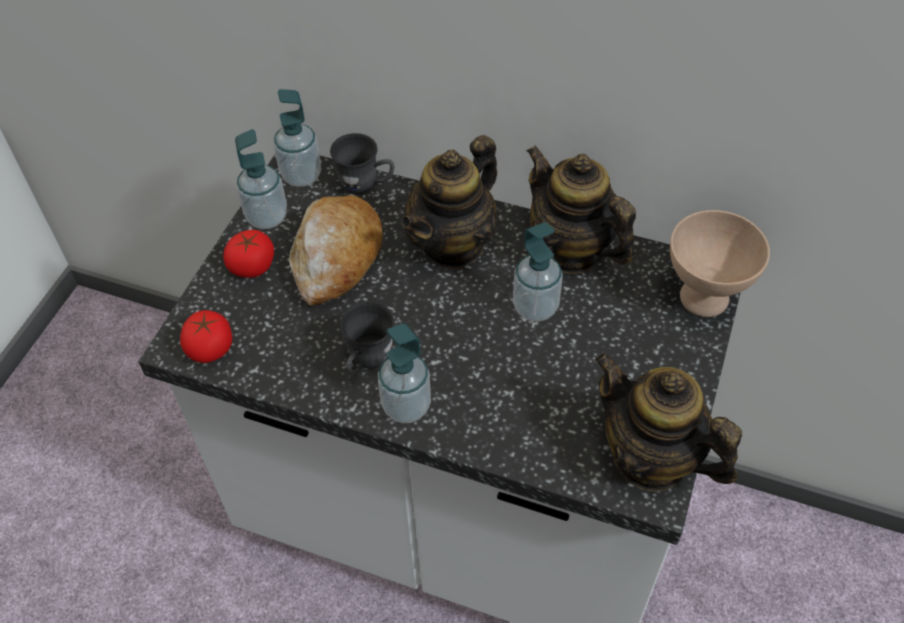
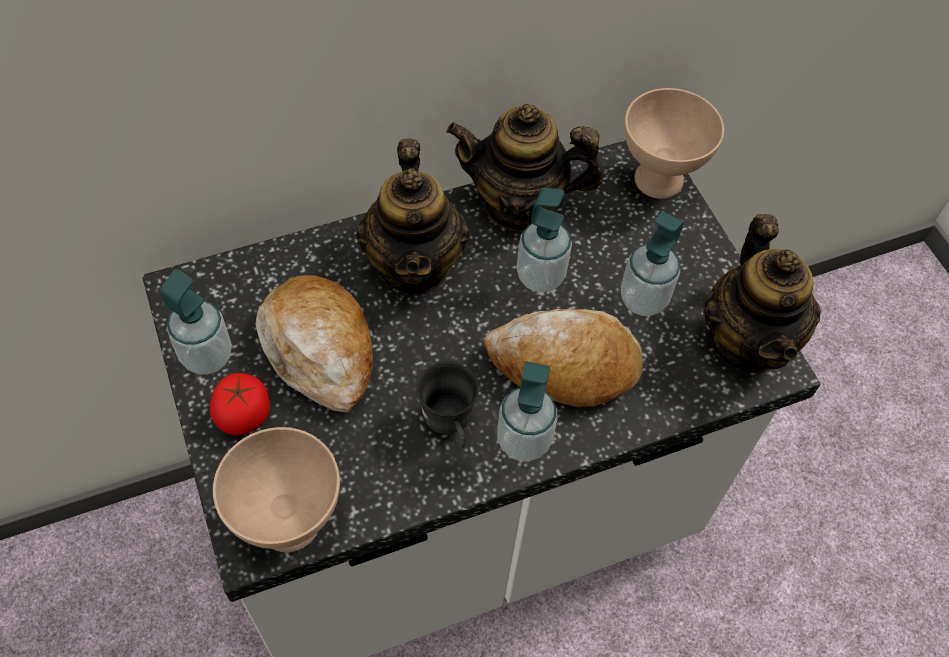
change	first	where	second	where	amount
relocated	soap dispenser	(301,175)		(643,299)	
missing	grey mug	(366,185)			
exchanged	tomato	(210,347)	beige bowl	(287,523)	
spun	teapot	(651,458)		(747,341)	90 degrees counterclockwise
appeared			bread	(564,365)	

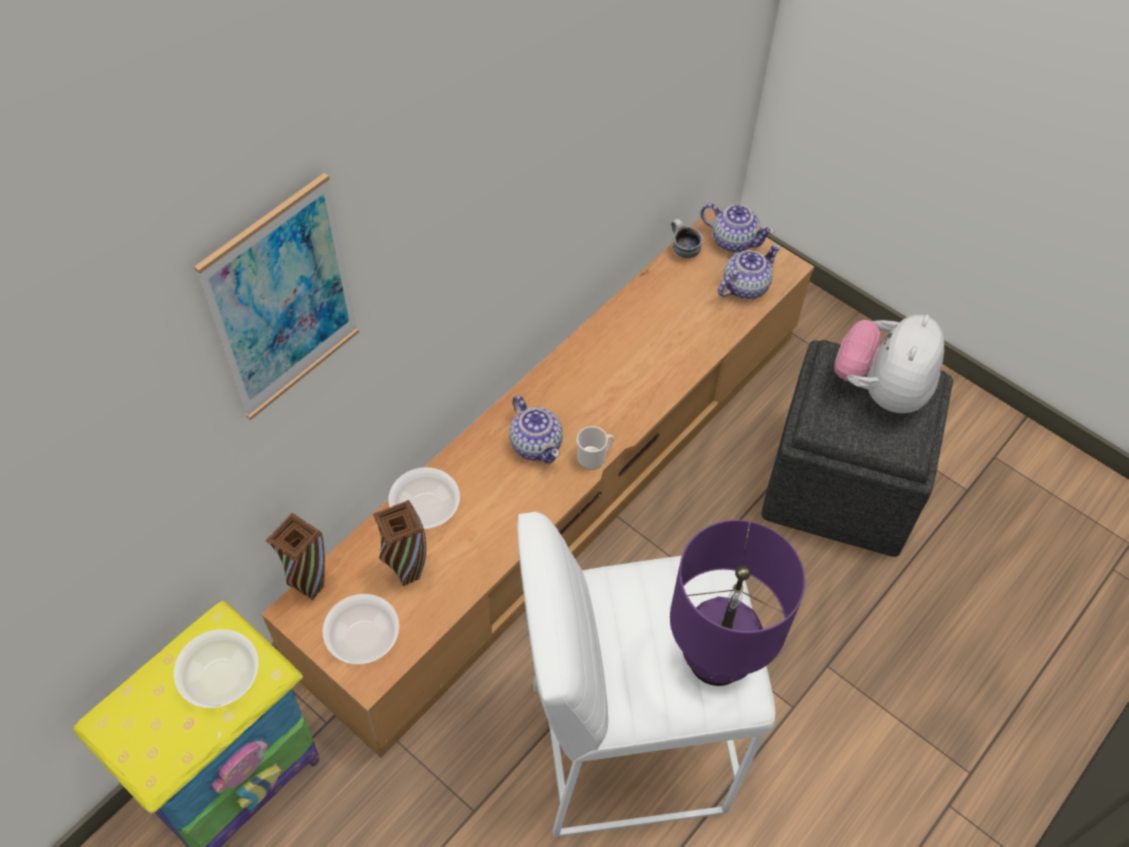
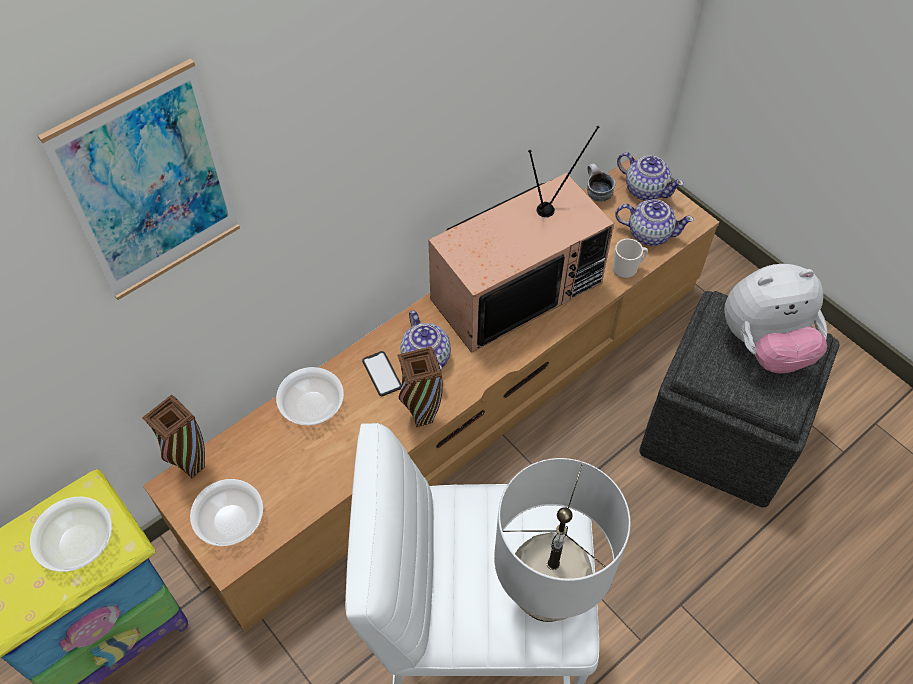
change	first	where	second	where	amount
spun	teapot	(744,286)		(649,233)	45 degrees clockwise
spun	plush toy	(880,390)		(765,345)	135 degrees counterclockwise
relocated	mug	(594,457)		(627,268)	
relocated	brown vase	(407,575)		(422,418)	
colour	purple table lamp	(716,659)	white table lamp	(546,594)	
appeared			television	(516,288)	
appeared			phone	(382,374)	

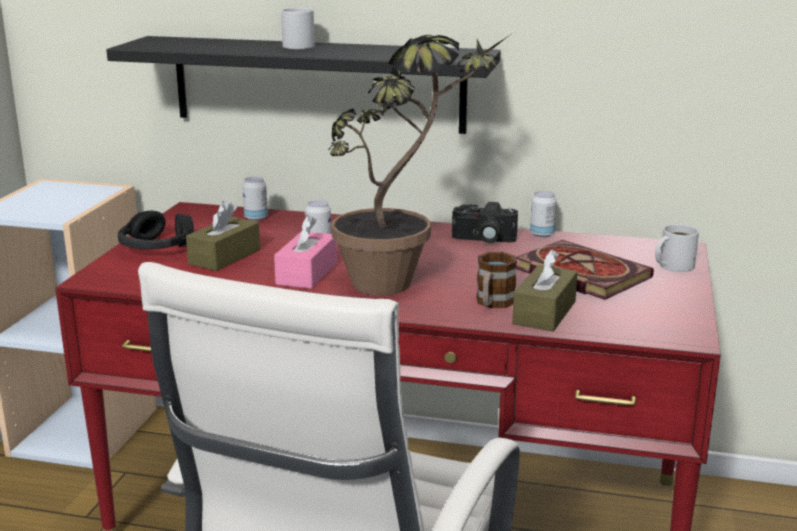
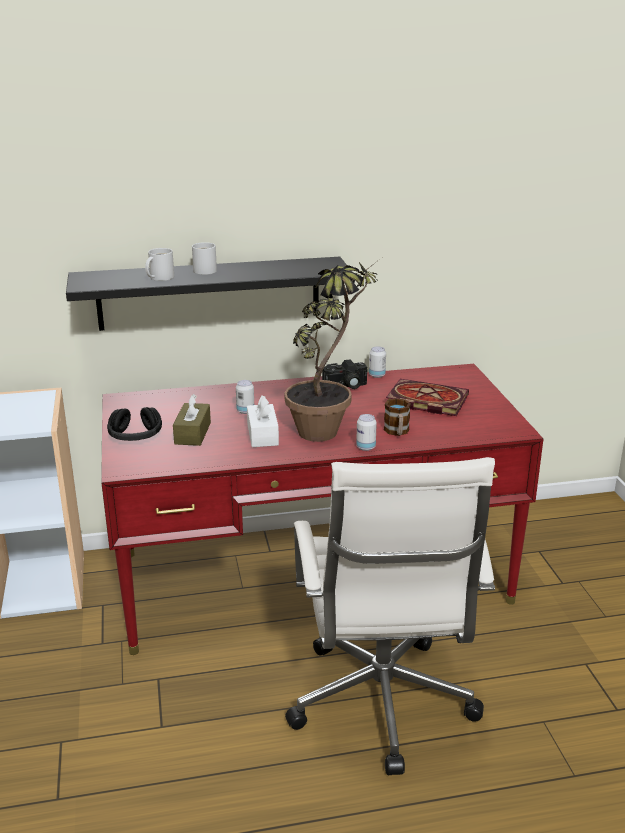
change	first	where	second	where	amount
relocated	can	(256,218)		(365,447)	
colour	pink tissue box	(307,273)	white tissue box	(262,435)	
relocated	white mug	(673,266)		(159,277)	
missing	brown tissue box	(544,313)			

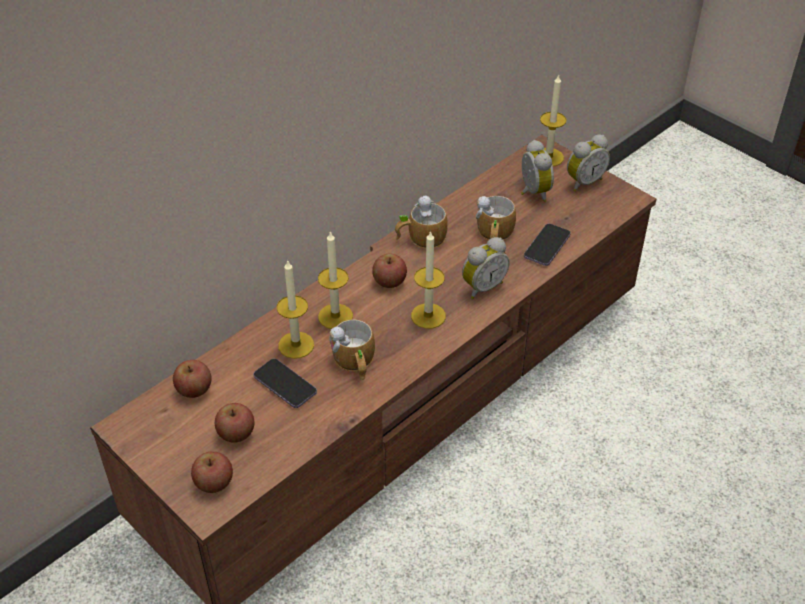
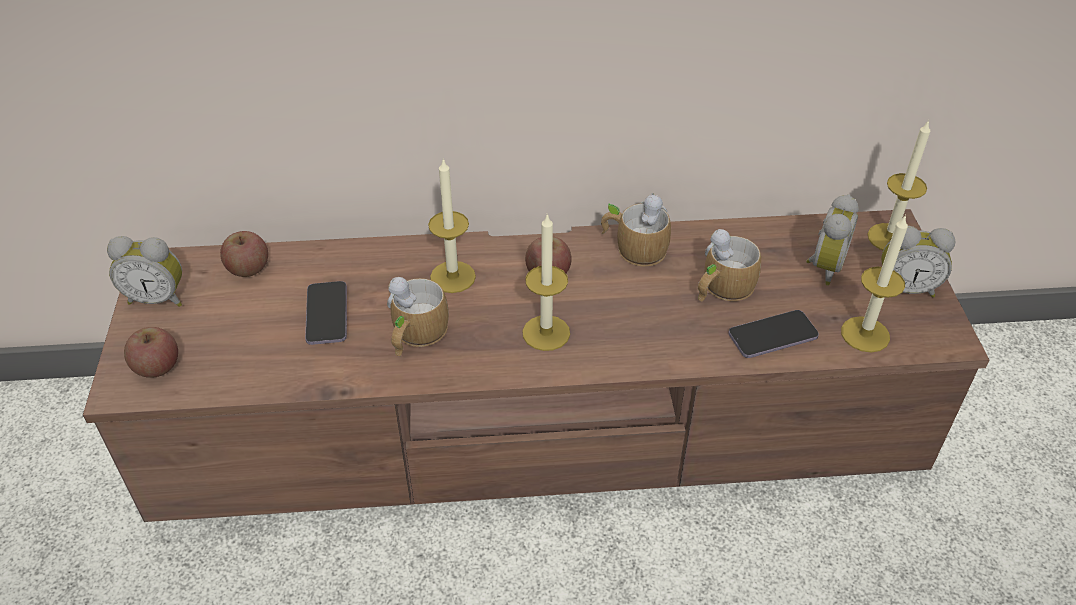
change	first	where	second	where	amount
relocated	alarm clock	(482,287)		(158,298)	
relocated	candle	(296,345)		(865,334)	
missing	apple	(236,433)			

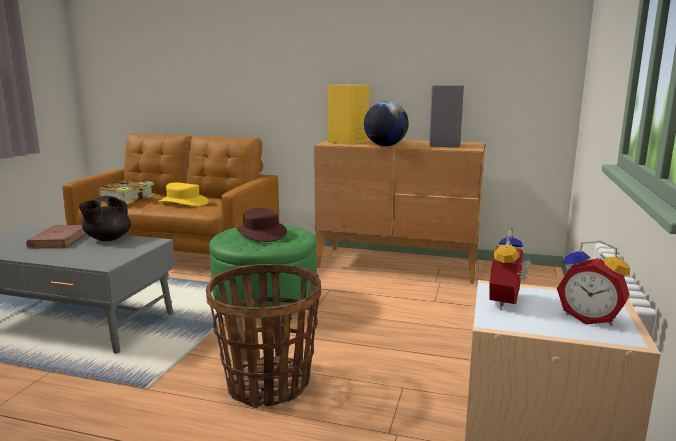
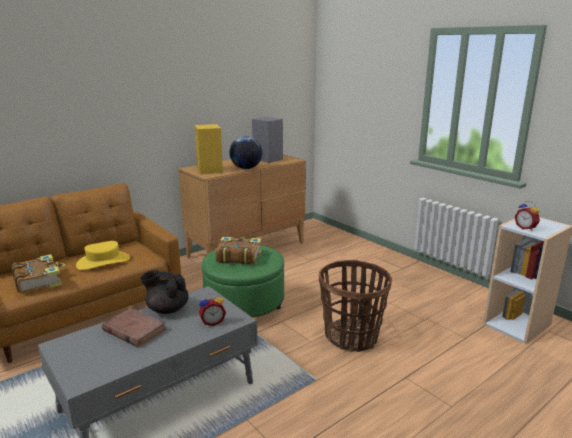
change	first	where	second	where	amount
spun	black teapot	(107,239)		(167,309)	135 degrees clockwise
exchanged	brown hat	(261,233)	book	(238,257)	
relocated	alarm clock	(589,318)		(212,322)	

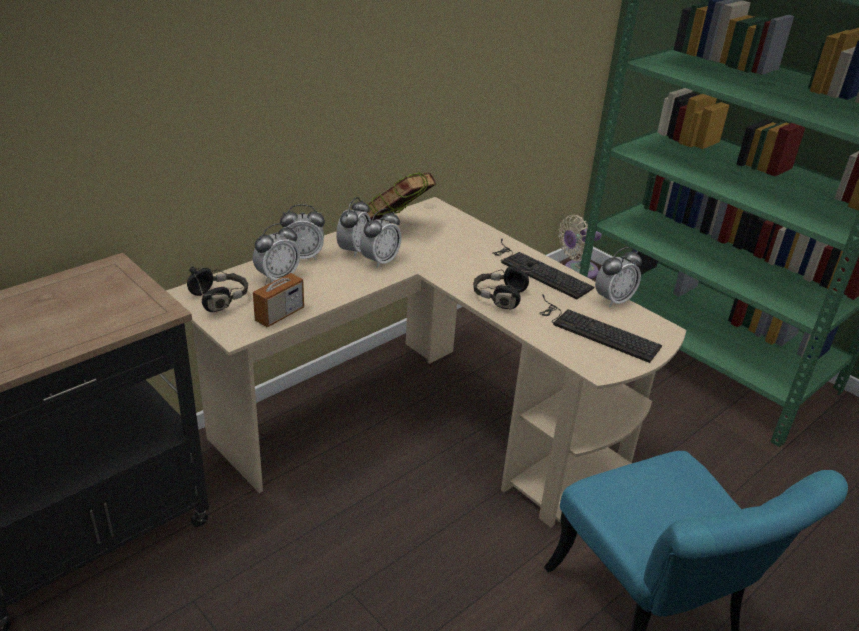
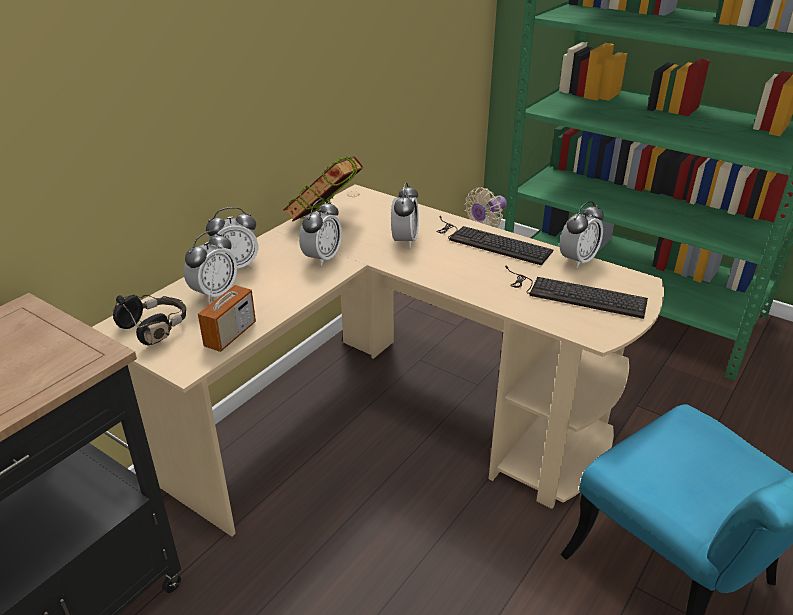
change	first	where	second	where	amount
relocated	alarm clock	(354,250)		(405,241)	
missing	black headphones	(499,297)			

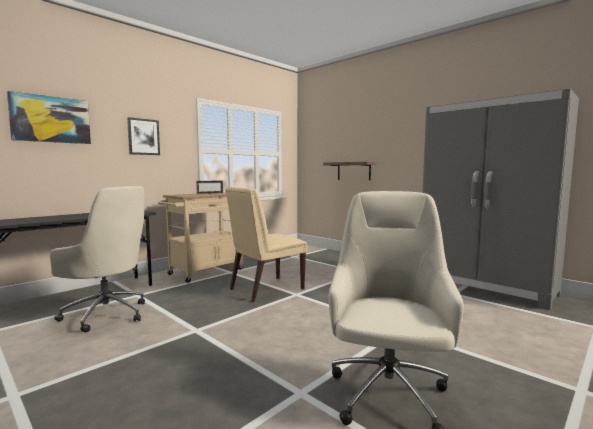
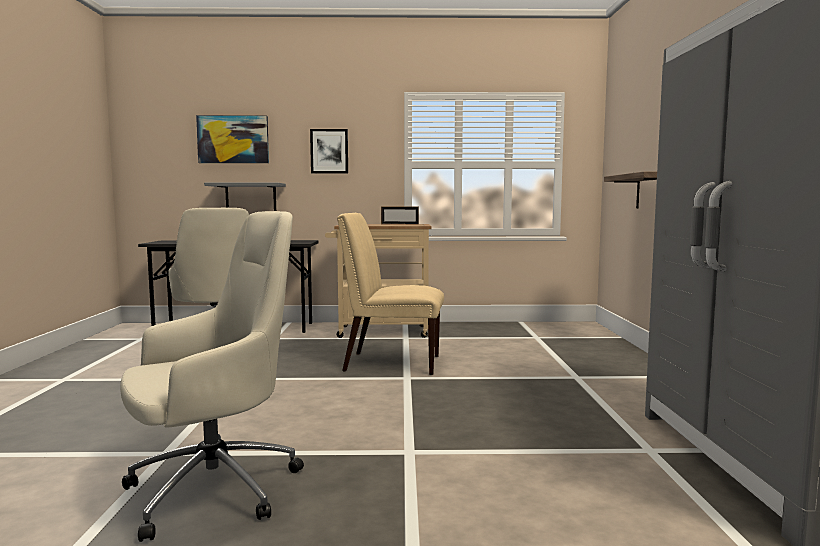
change	first	where	second	where	amount
appeared			grey shelf	(251,197)	

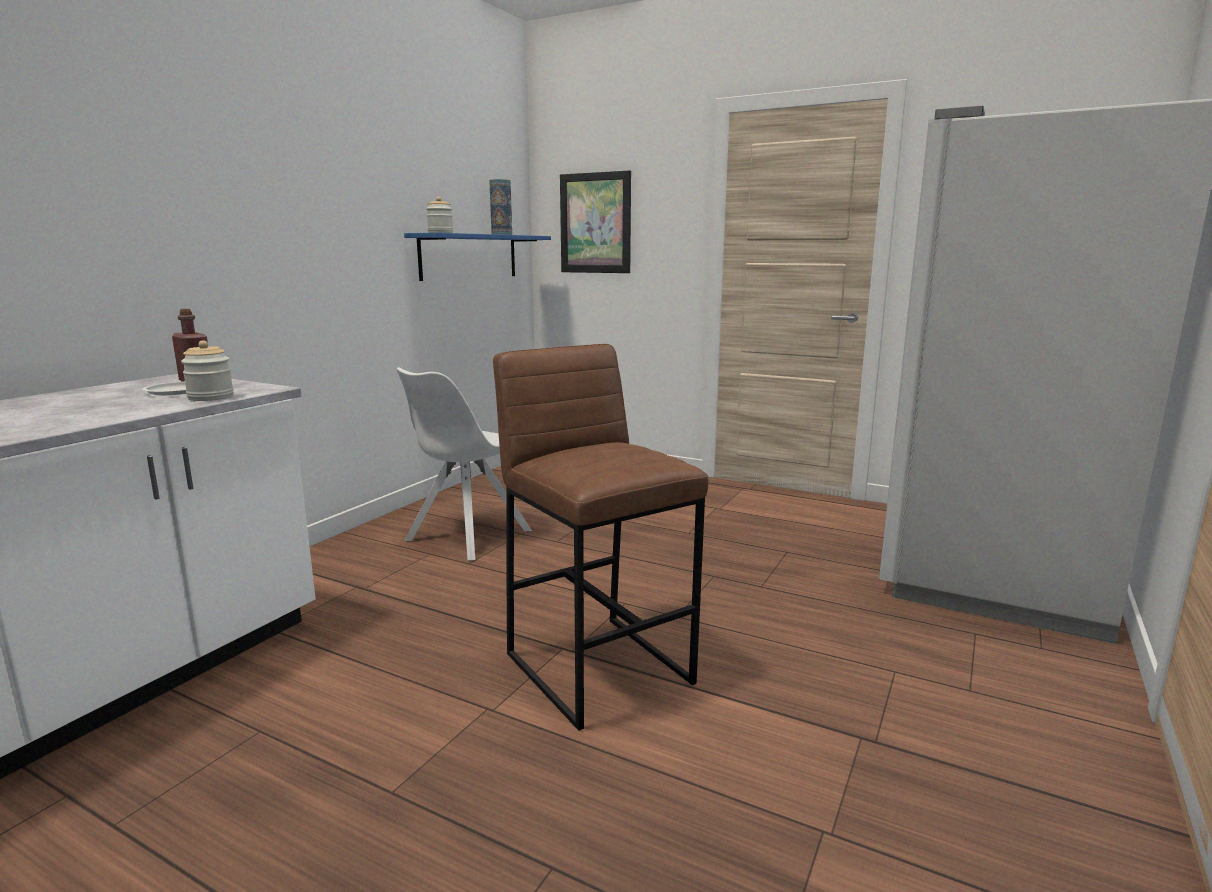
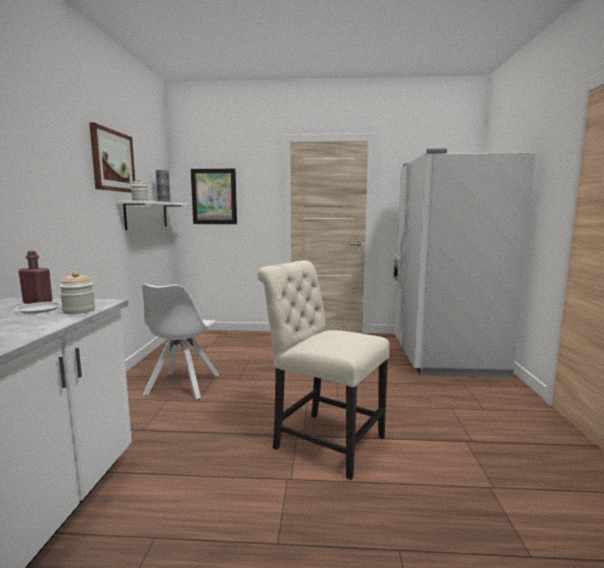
change	first	where	second	where	amount
colour	blue shelf	(469,256)	white shelf	(146,215)	
exchanged	brown stool	(596,666)	beige chair	(323,440)	
appeared			picture	(113,161)	

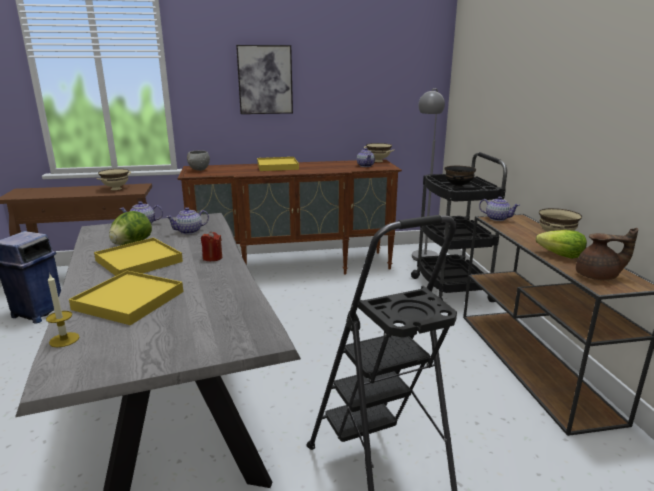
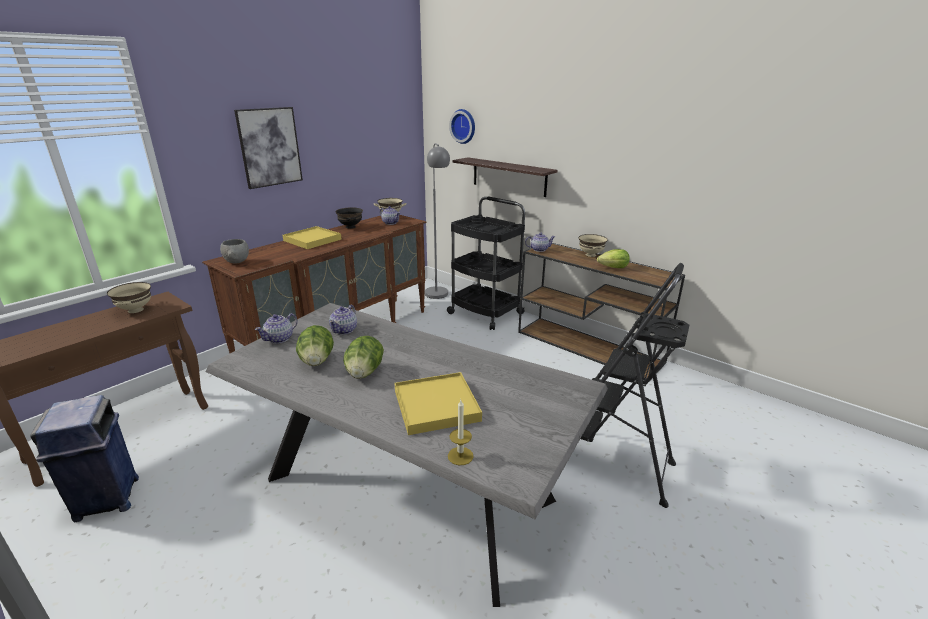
change	first	where	second	where	amount
relocated	black bowl	(458,187)		(351,227)	
missing	brown teapot	(598,277)			
missing	red candle	(212,258)			
exchanged	yellow tray	(139,261)	lettuce	(364,373)	
appeared			wall clock	(464,126)	
appeared			shelf	(509,176)	

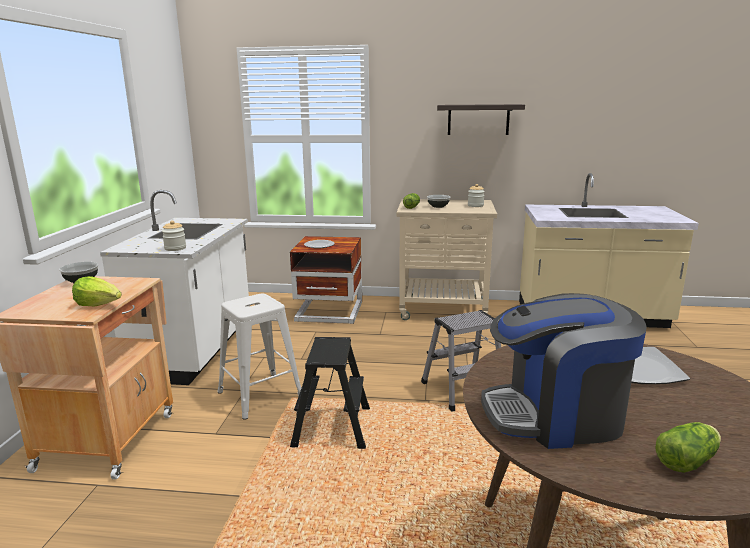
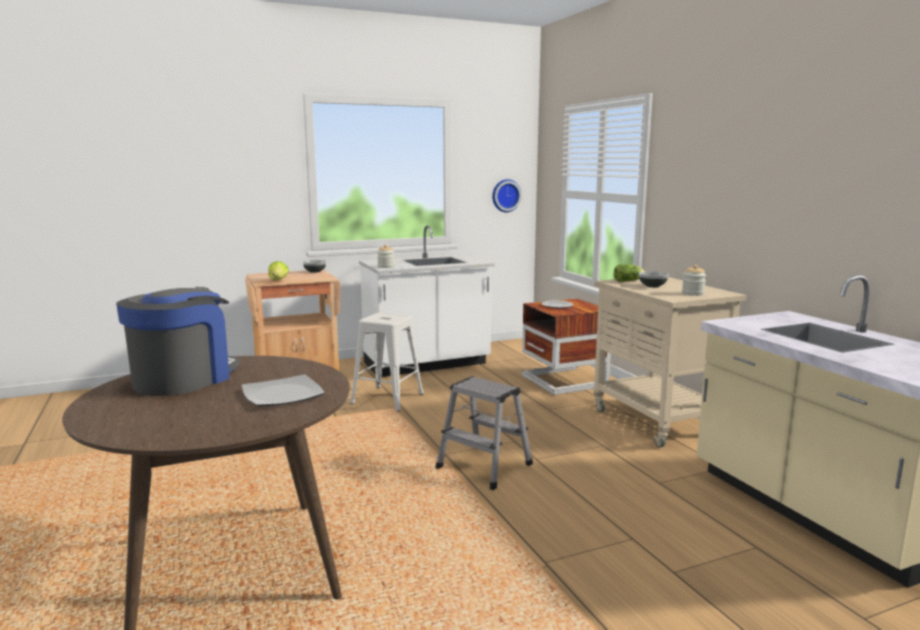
change	first	where	second	where	amount
missing	shelf	(478,119)			
spun	coffee machine	(556,415)		(184,379)	60 degrees clockwise
missing	black step ladder	(332,427)			
missing	lettuce	(688,460)			
appeared			wall clock	(505,195)	

